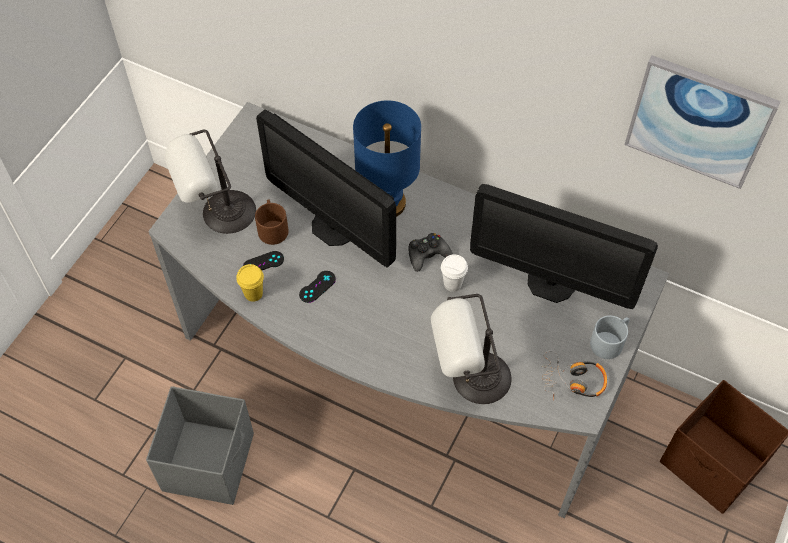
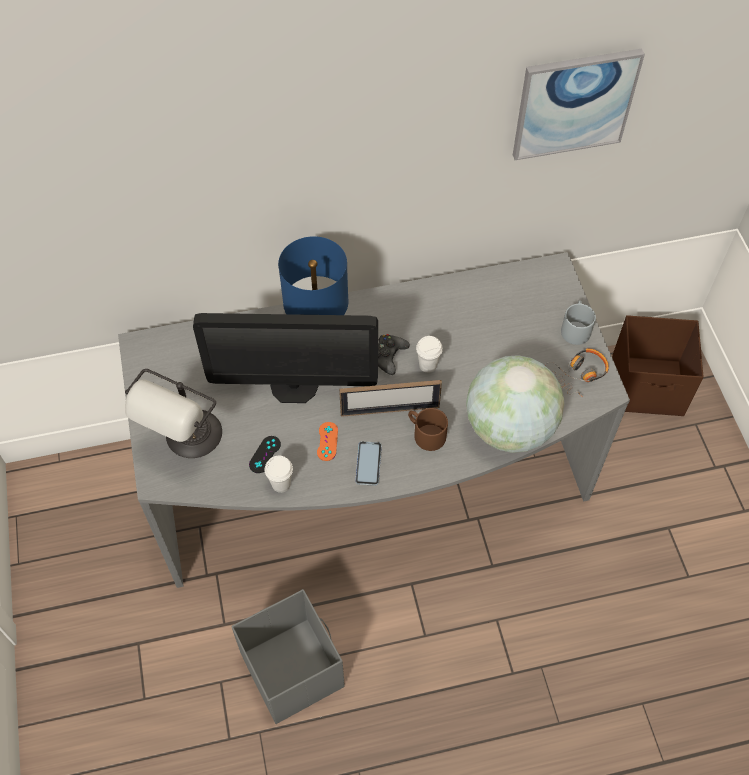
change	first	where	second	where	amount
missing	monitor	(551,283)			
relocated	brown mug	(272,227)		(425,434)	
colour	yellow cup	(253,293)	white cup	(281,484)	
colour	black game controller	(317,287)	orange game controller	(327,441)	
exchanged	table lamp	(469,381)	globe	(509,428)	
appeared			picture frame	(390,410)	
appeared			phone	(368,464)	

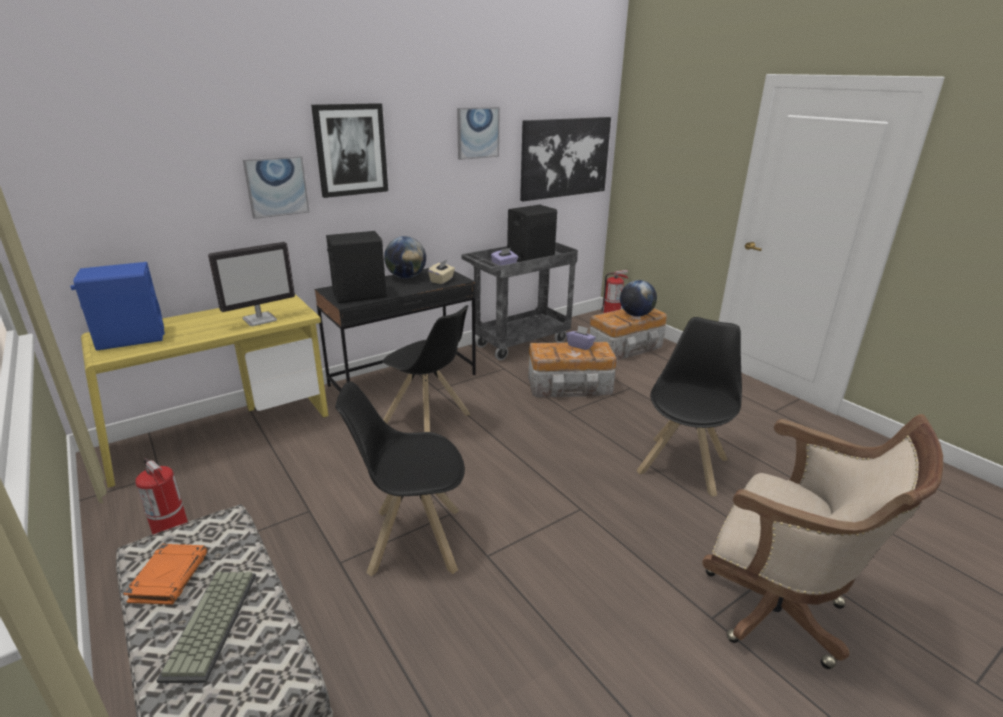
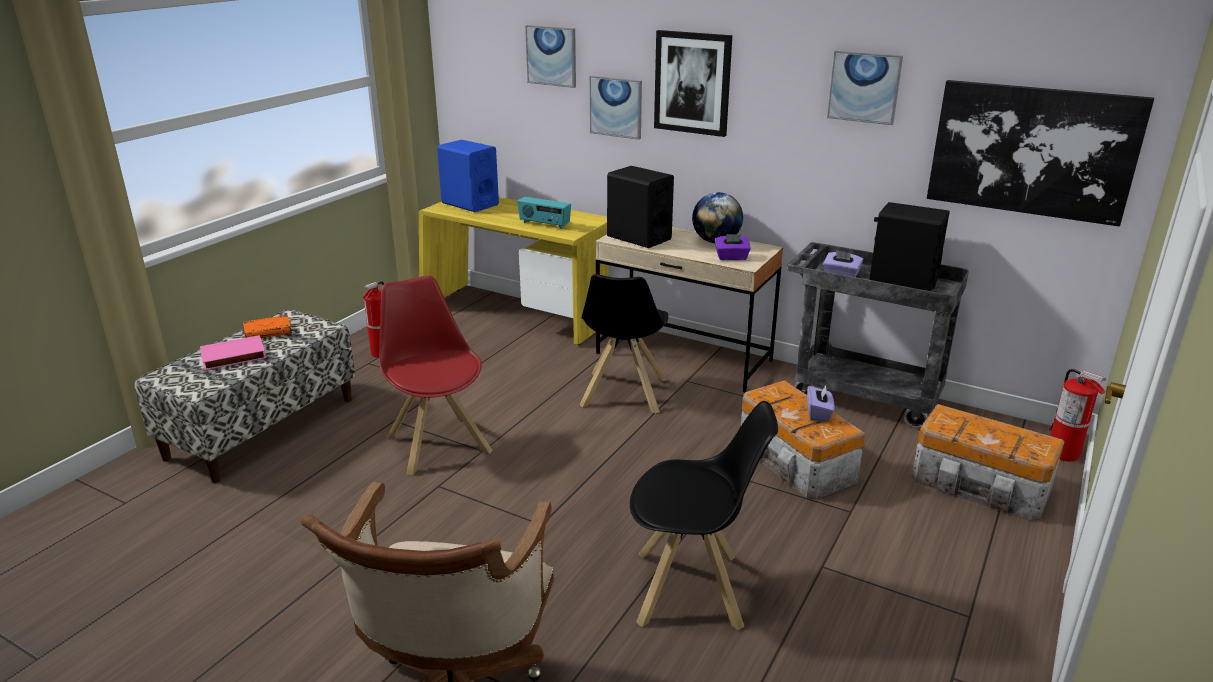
change	first	where	second	where	amount
exchanged	monitor	(260,319)	radio	(544,224)	
colour	beige tissue box	(442,280)	purple tissue box	(731,257)	
colour	black desk	(403,380)	beige desk	(683,357)	
missing	globe	(636,315)			
colour	black chair	(412,540)	red chair	(437,443)	
exchanged	keyboard	(213,625)	pink book	(233,357)	
appeared			picture	(551,56)	

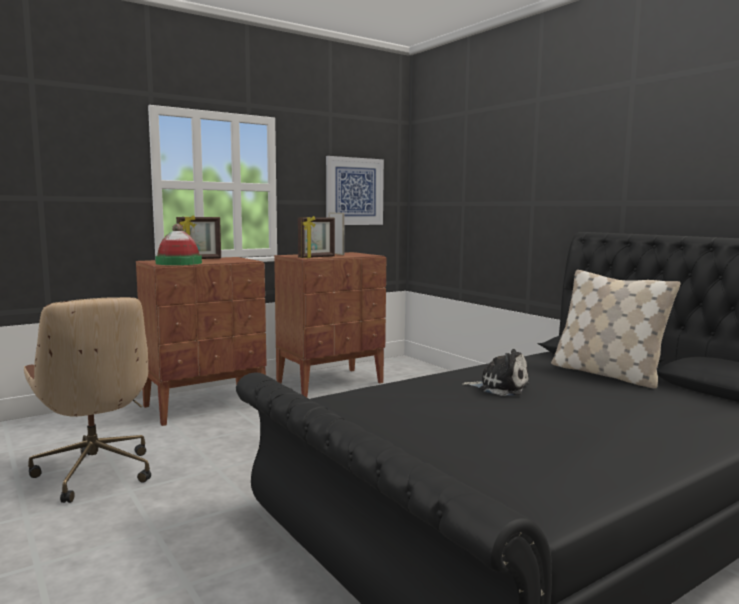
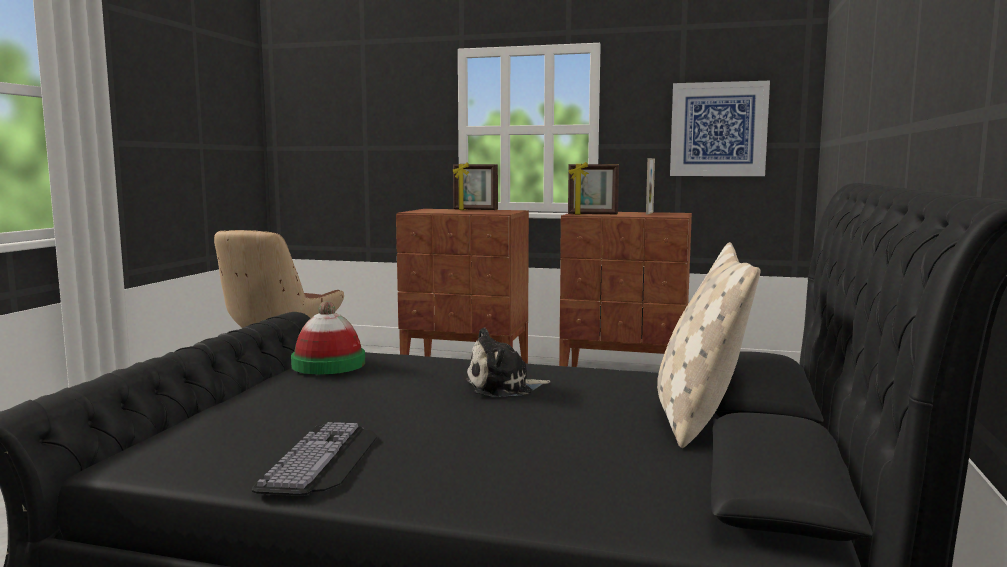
change	first	where	second	where	amount
relocated	hat	(179,263)		(328,364)	
spun	plush toy	(499,387)		(503,387)	90 degrees clockwise
appeared			keyboard	(324,459)	

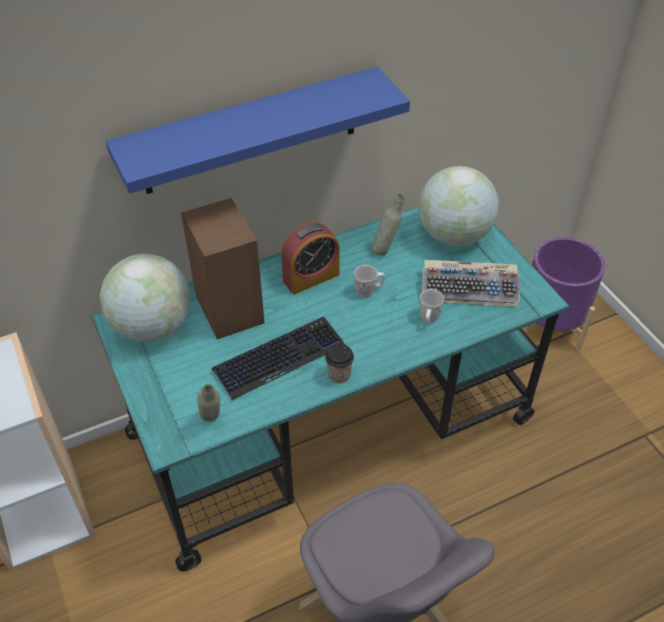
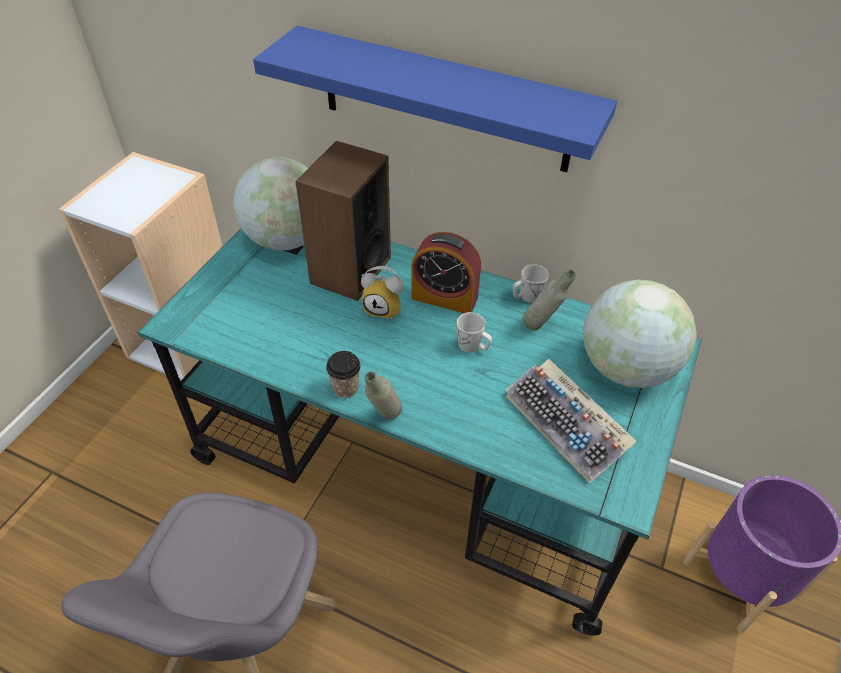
change	first	where	second	where	amount
relocated	white mug	(428,319)		(526,297)	
missing	keyboard	(279,358)			
relocated	grey bottle	(212,422)		(384,420)	
appeared			alarm clock	(385,308)	

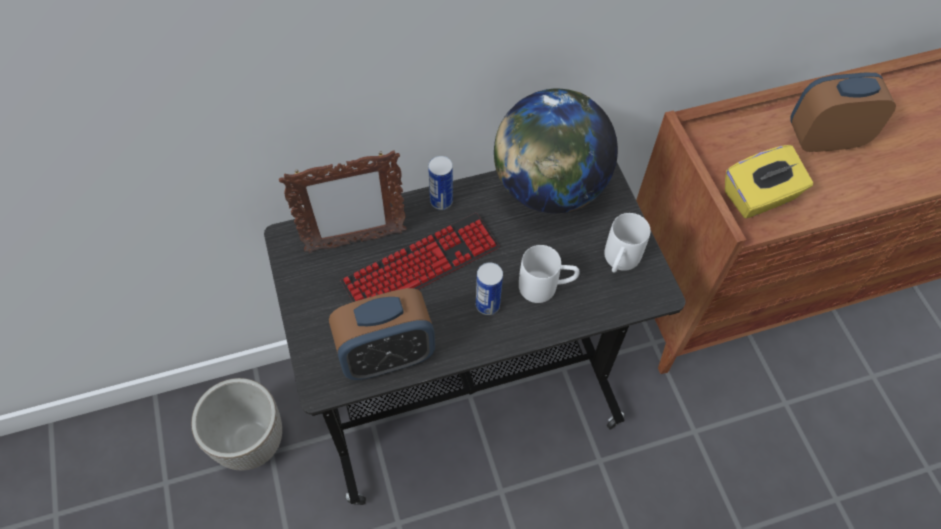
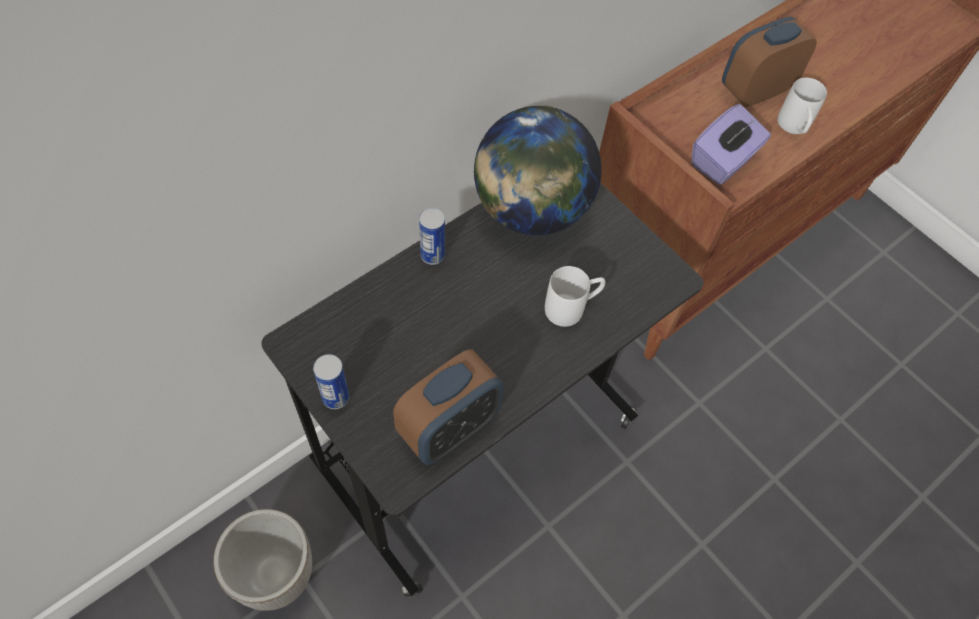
change	first	where	second	where	amount
colour	yellow tissue box	(759,197)	purple tissue box	(723,161)	
missing	picture frame	(355,241)			
missing	keyboard	(421,265)			
relocated	white mug	(619,262)		(794,128)	
relocated	can	(487,305)		(335,398)	

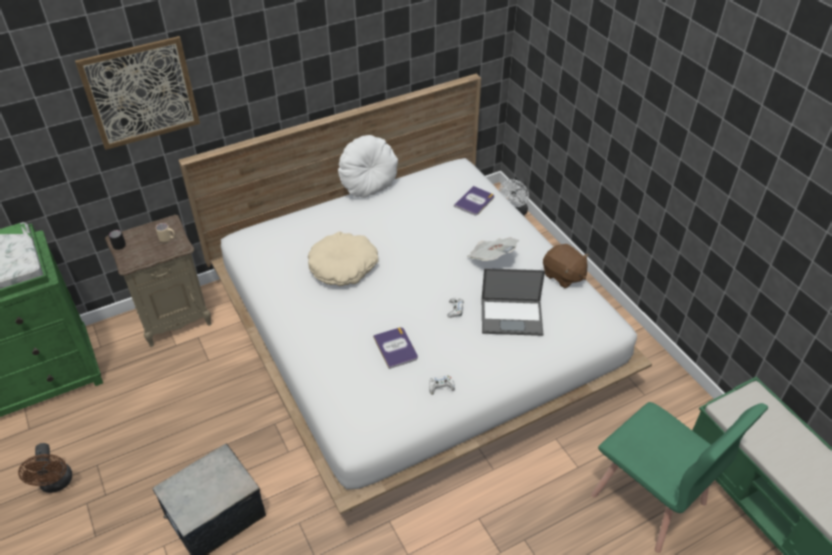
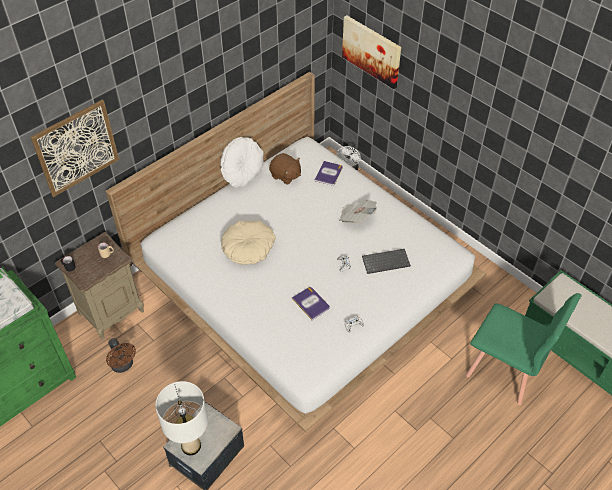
change	first	where	second	where	amount
relocated	brown plush toy	(563,276)		(285,176)	
exchanged	laptop	(512,316)	keyboard	(386,261)	
relocated	brown fan	(56,484)		(123,366)	
appeared			picture	(371,51)	
appeared			white table lamp	(191,445)	

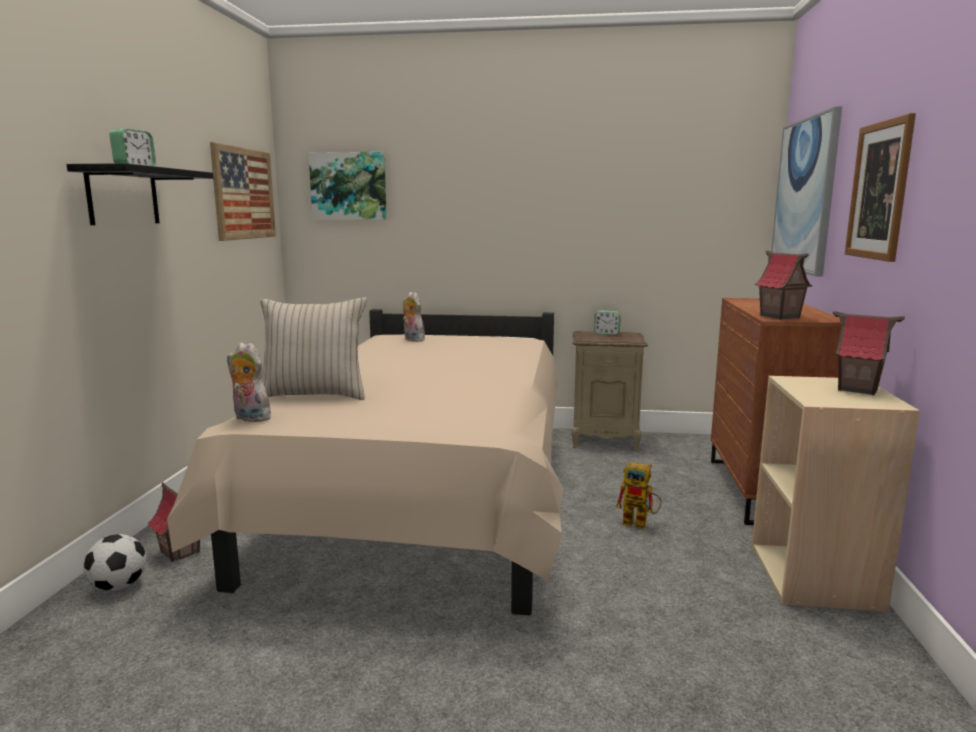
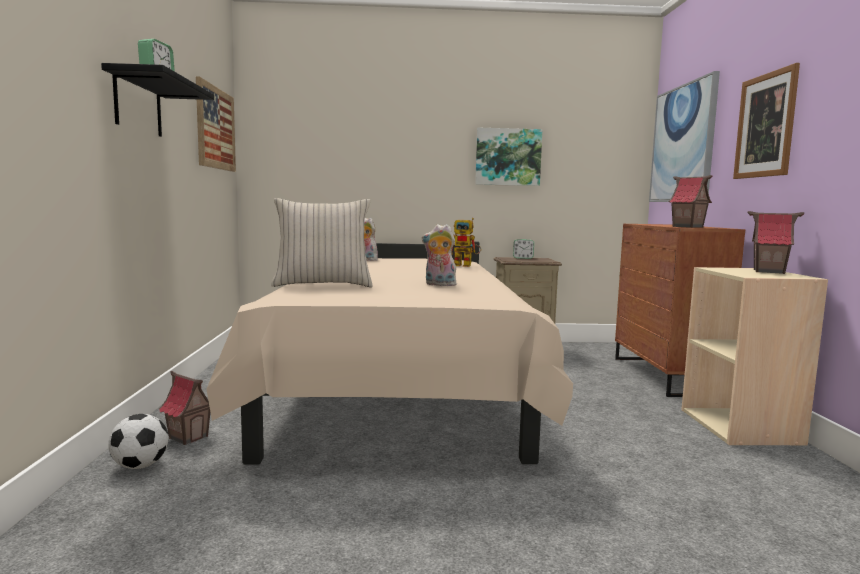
change	first	where	second	where	amount
relocated	picture	(349,186)		(508,157)	
relocated	plush toy	(249,418)		(439,285)	
relocated	toy robot	(640,523)		(466,265)	

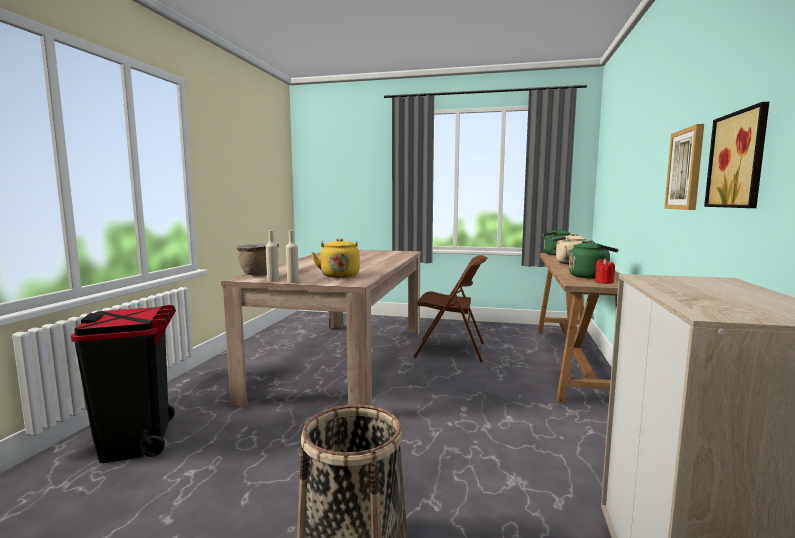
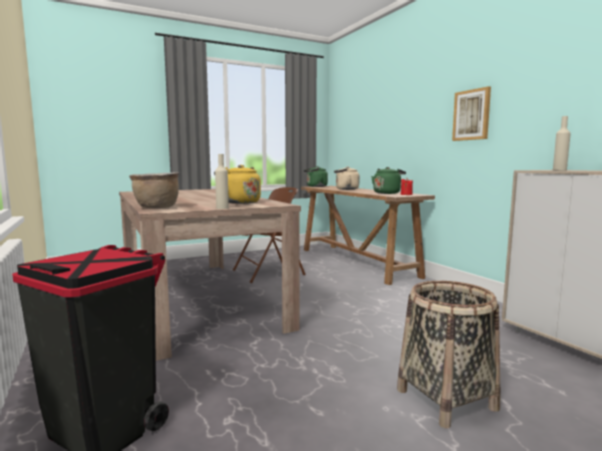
change	first	where	second	where	amount
missing	picture	(741,160)			
relocated	beige bottle	(273,280)		(559,170)	

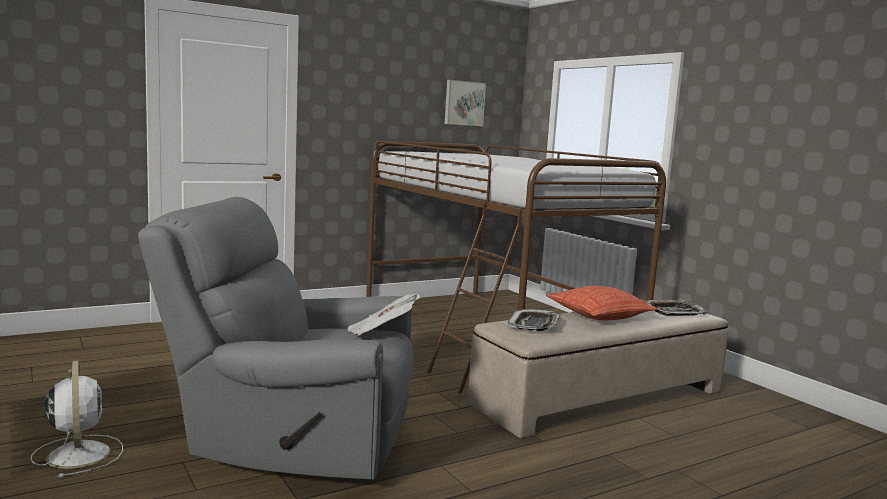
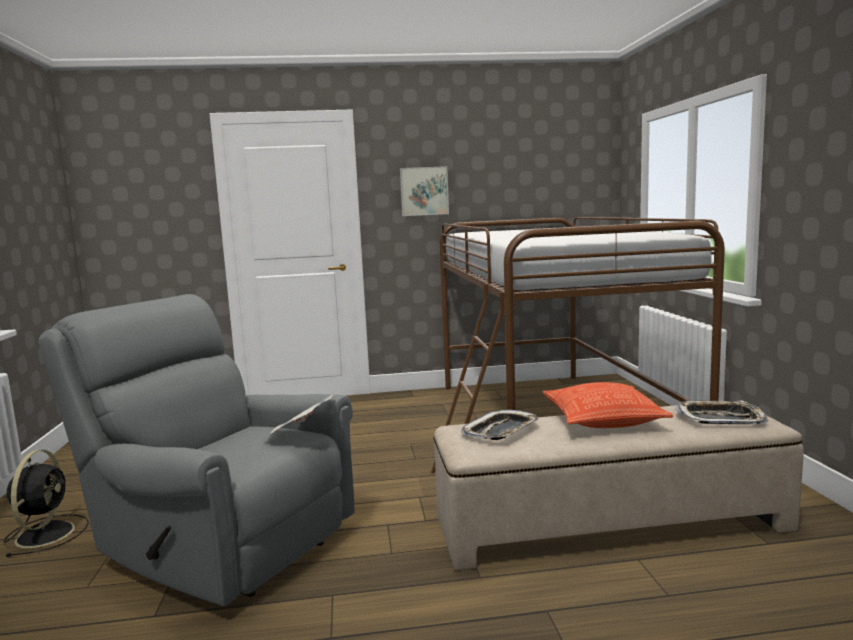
change	first	where	second	where	amount
relocated	picture	(463,103)		(424,191)	
colour	white fan	(78,453)	black fan	(46,533)	

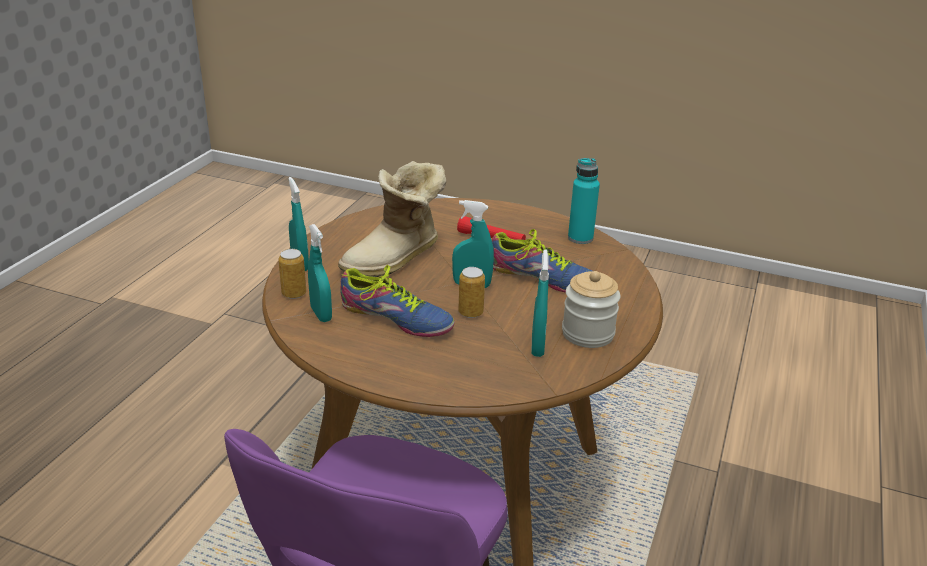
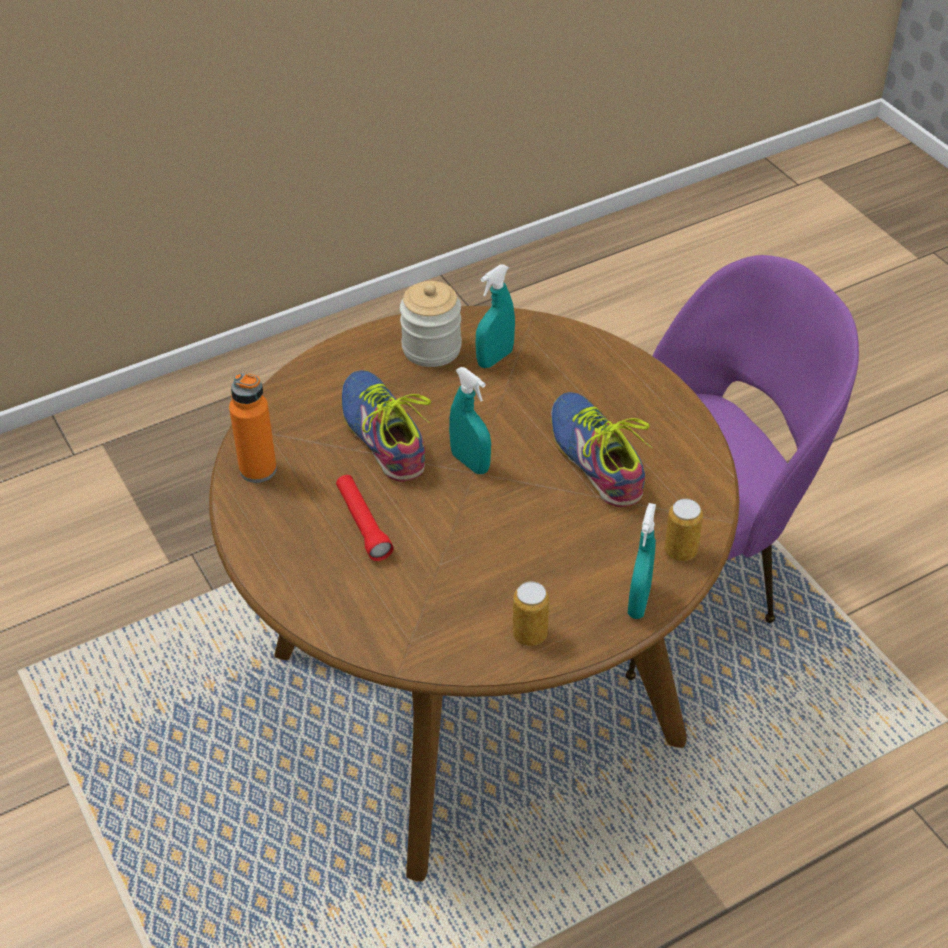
change	first	where	second	where	amount
colour	turquoise bottle	(580,238)	orange bottle	(258,469)	
missing	boot	(396,260)			
missing	turquoise spray bottle	(321,314)			
relocated	can	(470,312)		(529,634)	

